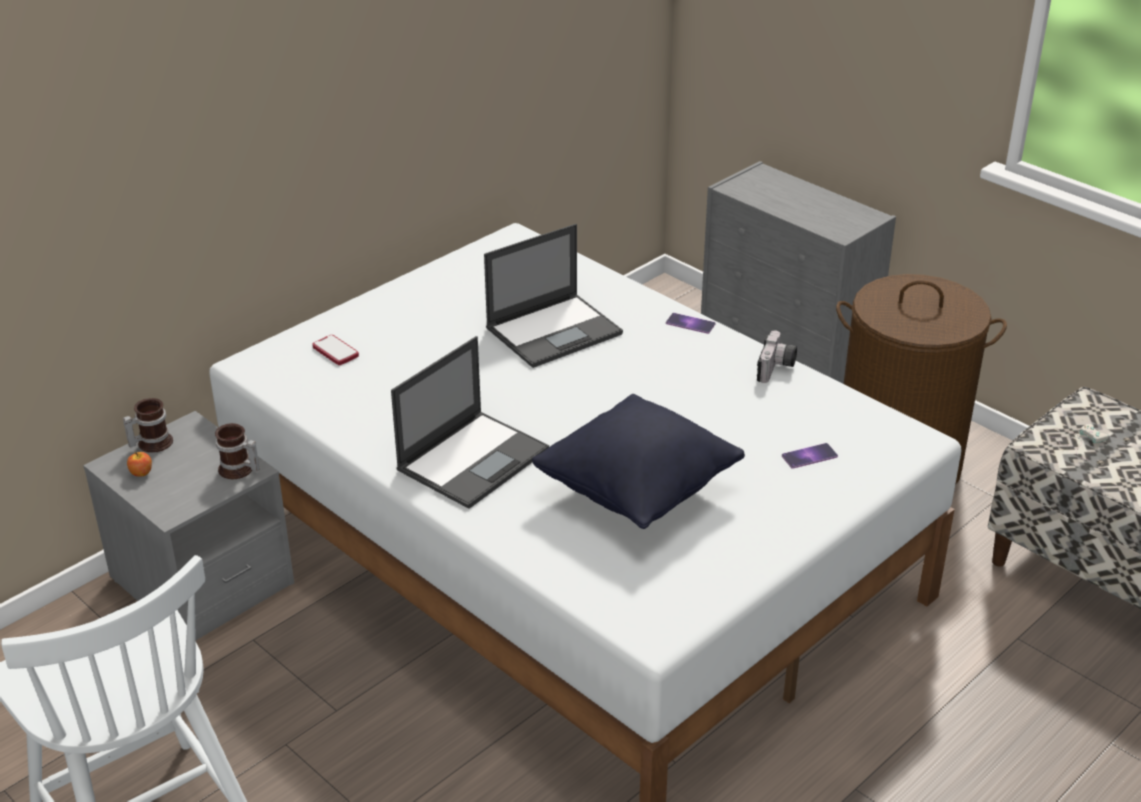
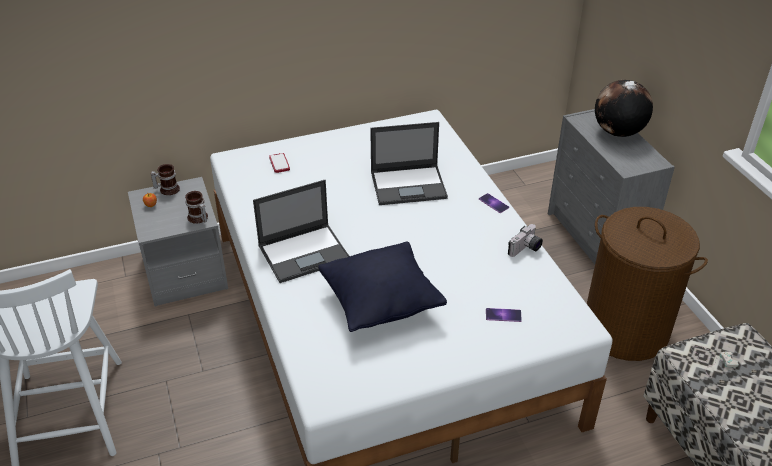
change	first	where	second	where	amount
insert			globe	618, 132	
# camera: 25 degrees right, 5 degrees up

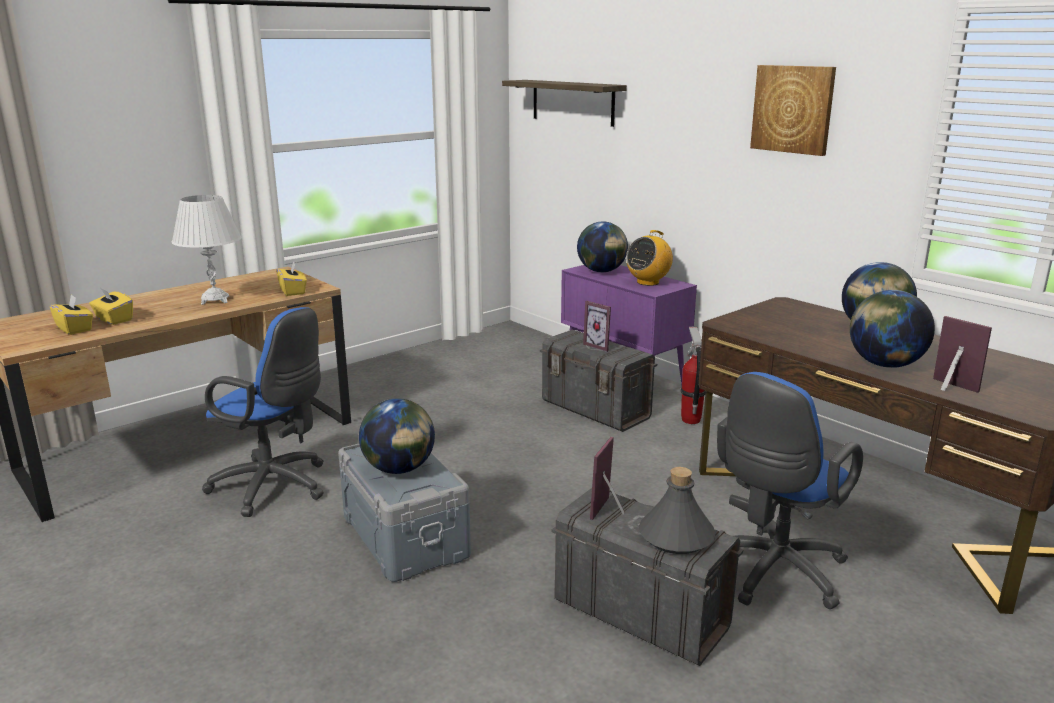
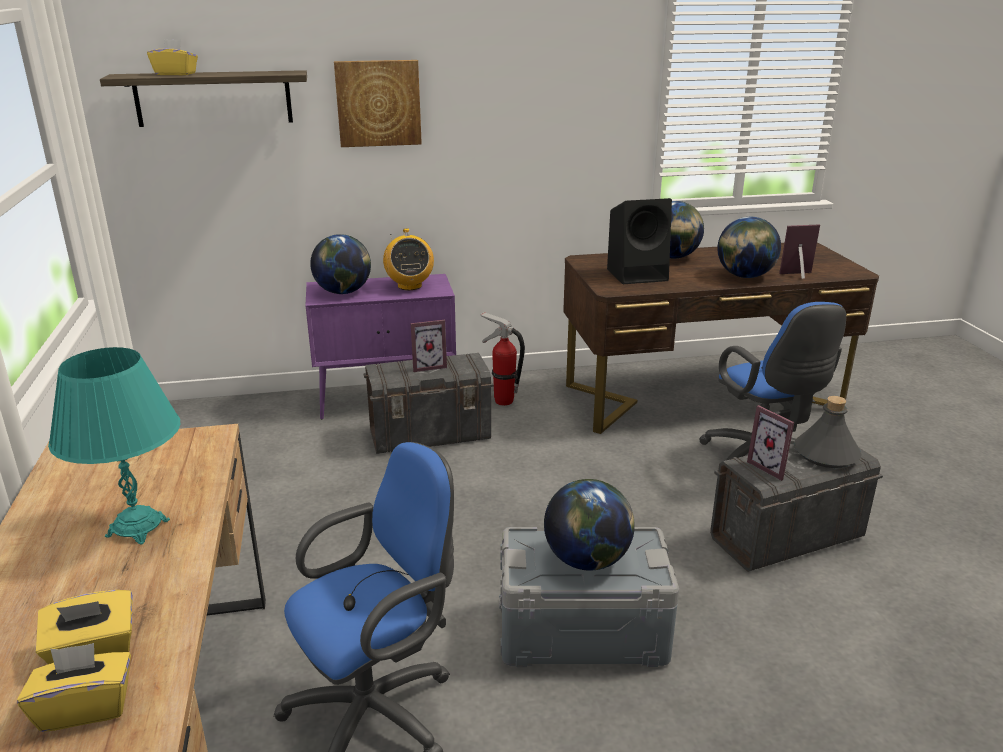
change	first	where	second	where	amount
recolor	table lamp in white	215, 300	table lamp in turquoise	138, 528	
move	tissue box in yellow	293, 291		176, 74	
move	picture	793, 109		378, 103	
insert			speaker in black	638, 274	
# camera: 60 degrees left, 5 degrees up

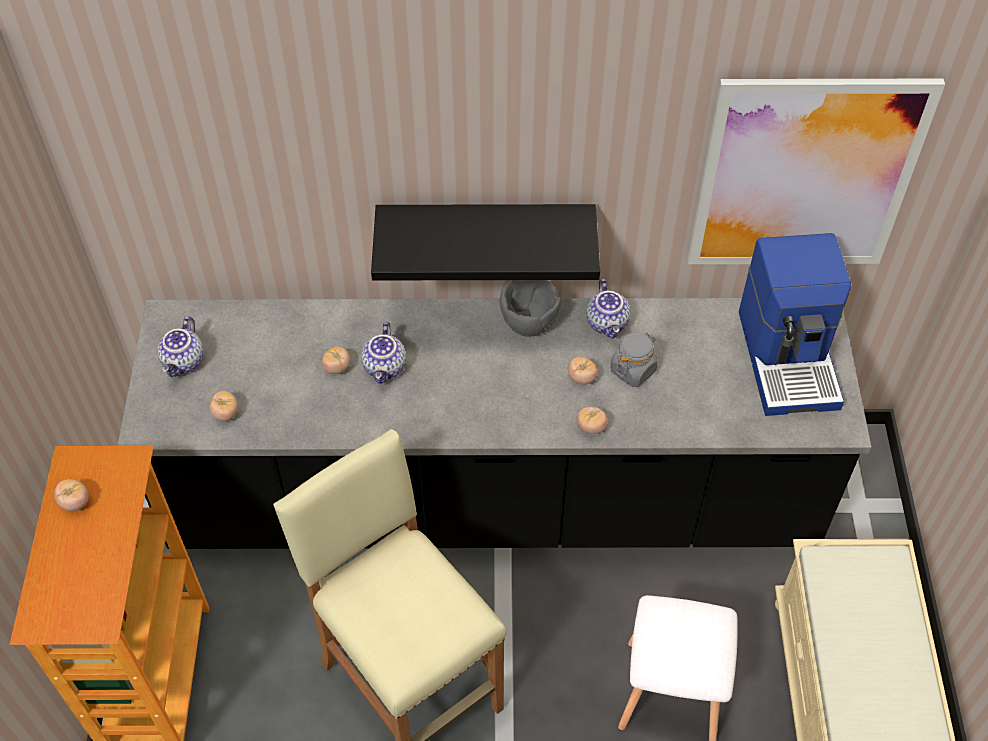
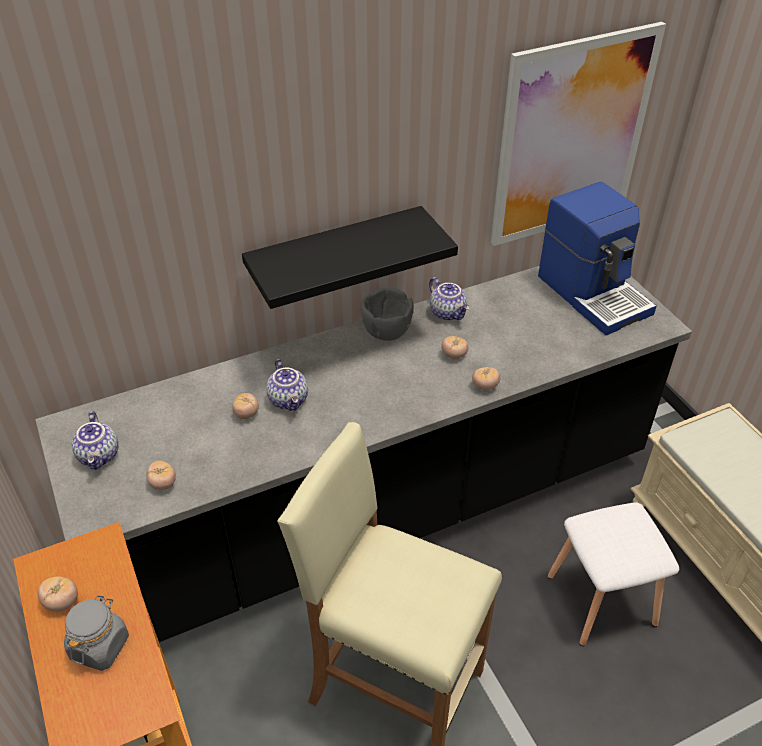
change	first	where	second	where	amount
move	jar in grey	633, 370		100, 646	
# camera: 25 degrees left, 10 degrees down

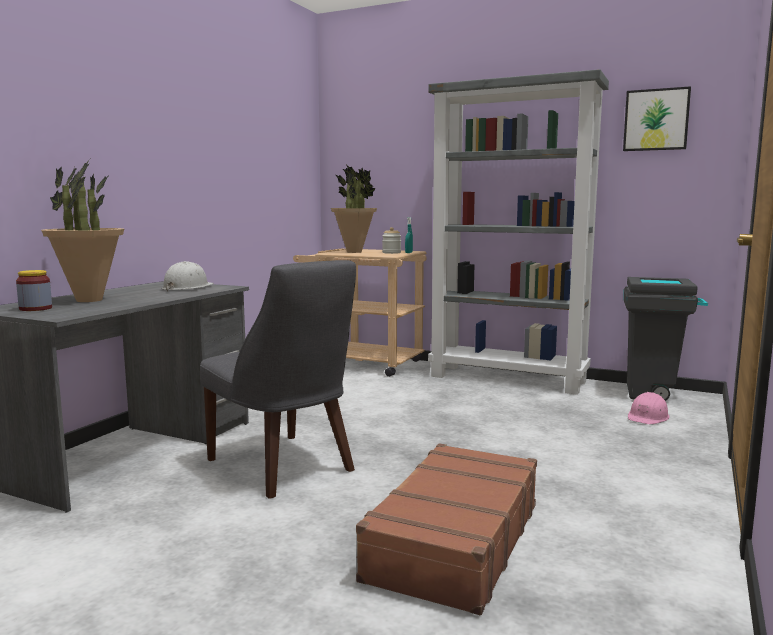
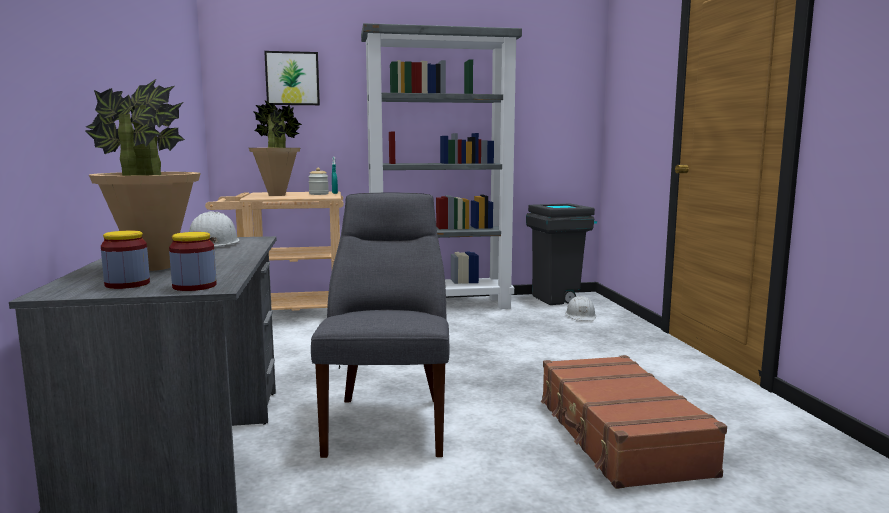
change	first	where	second	where	amount
rotate	chair in grey	284, 467		388, 422	105 degrees counterclockwise
move	picture	656, 120		292, 78	
recolor	hard hat in pink	648, 417	hard hat in white	581, 316	
insert			jar	194, 286	
# camera: 35 degrees left, 0 degrees up

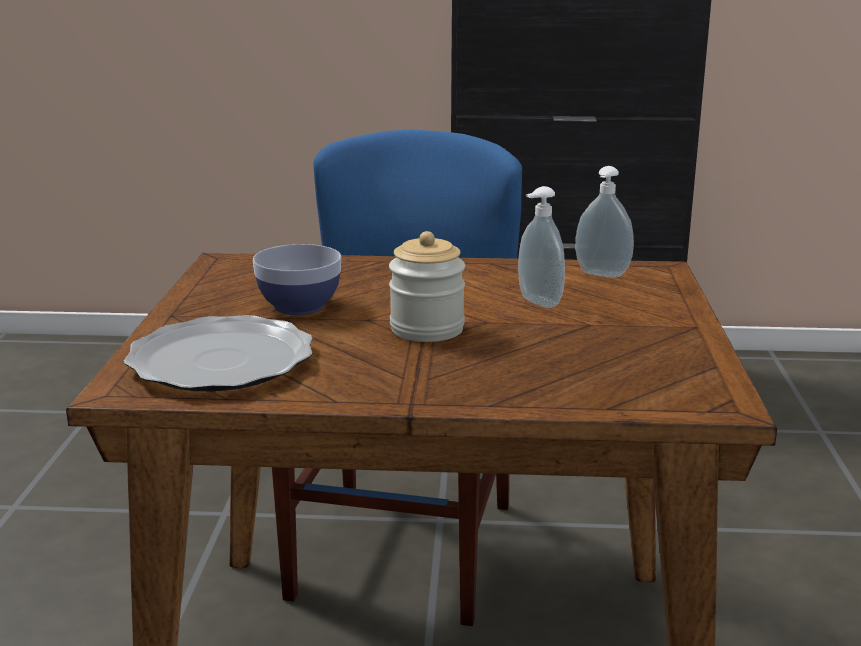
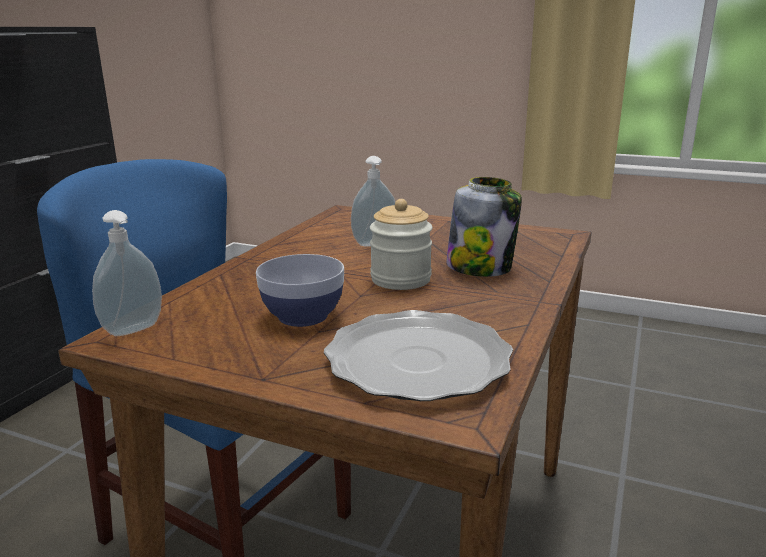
change	first	where	second	where	amount
move	soap dispenser	601, 275		135, 330	
insert			jar	480, 267	
# camera: 70 degrees left, 0 degrees up

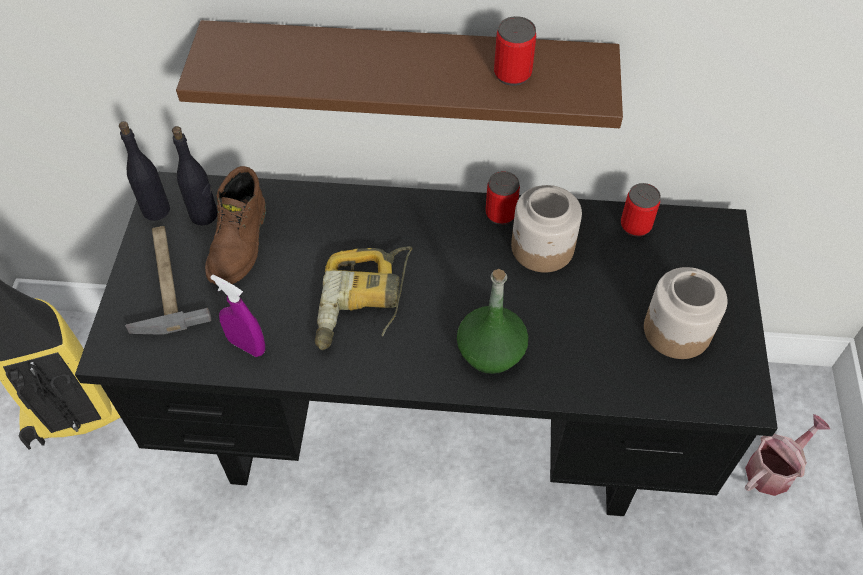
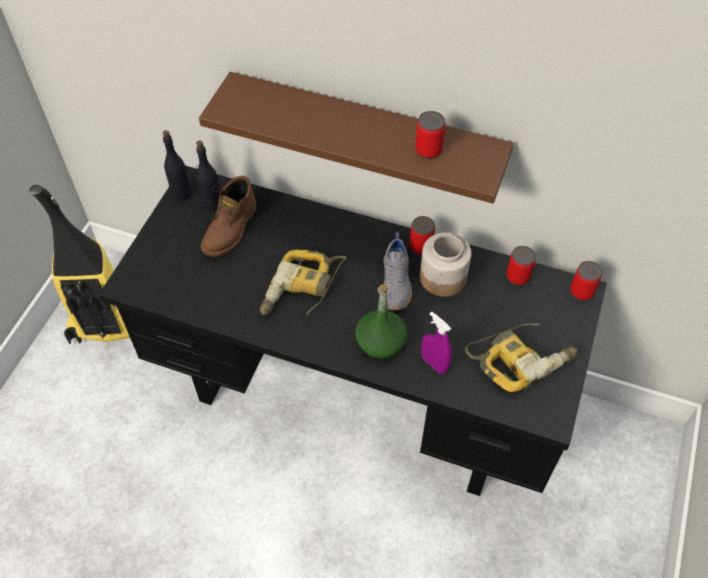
change	first	where	second	where	amount
delete	hammer	164, 281			
move	spray bottle in purple	247, 346		434, 364	
replace	jar	676, 330	power drill	520, 358	
delete	watering can	774, 469			
insert			shoe in grey	396, 283	
insert			can	581, 291	
# camera: 15 degrees right, 0 degrees up

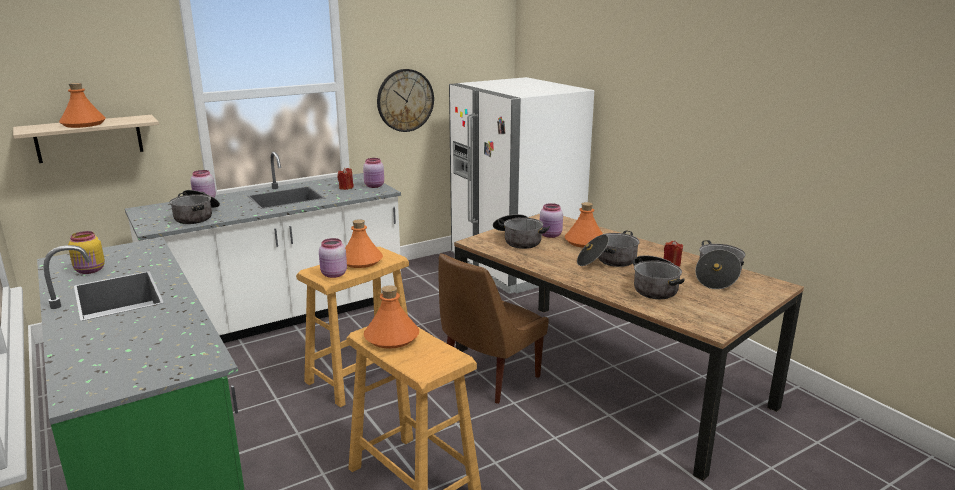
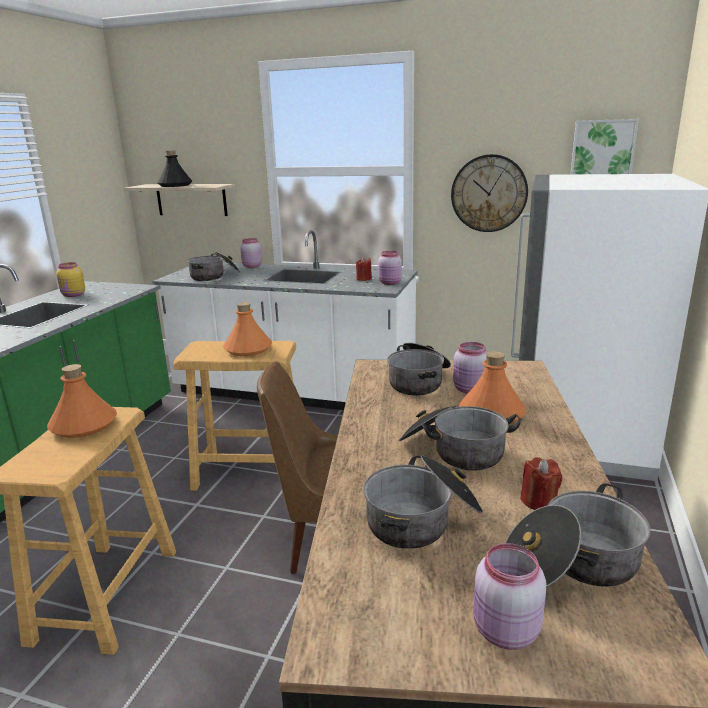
change	first	where	second	where	amount
recolor	bottle in orange	83, 124	bottle in black	175, 185	
move	jar in pink	333, 275		504, 632	
insert			picture	602, 150	
# camera: 50 degrees right, 0 degrees up

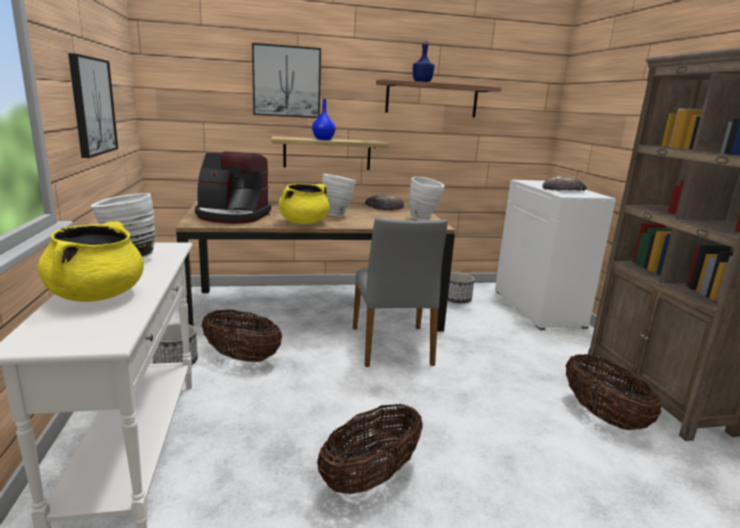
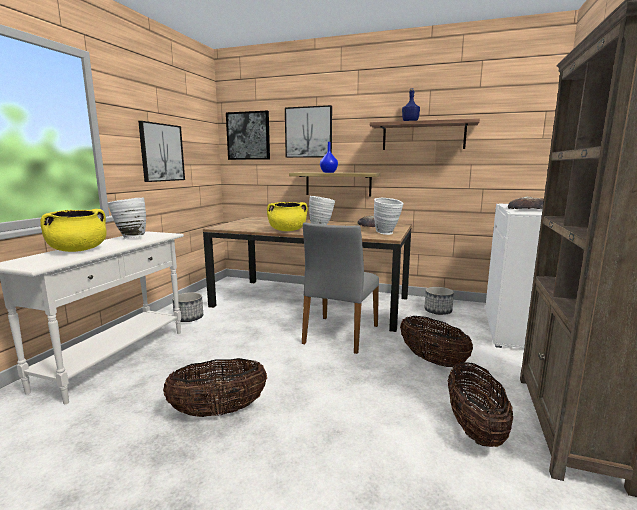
change	first	where	second	where	amount
delete	coffee machine	232, 216			
move	basket	242, 357		432, 360	
insert			picture	248, 136	
# camera: 30 degrees right, 5 degrees down

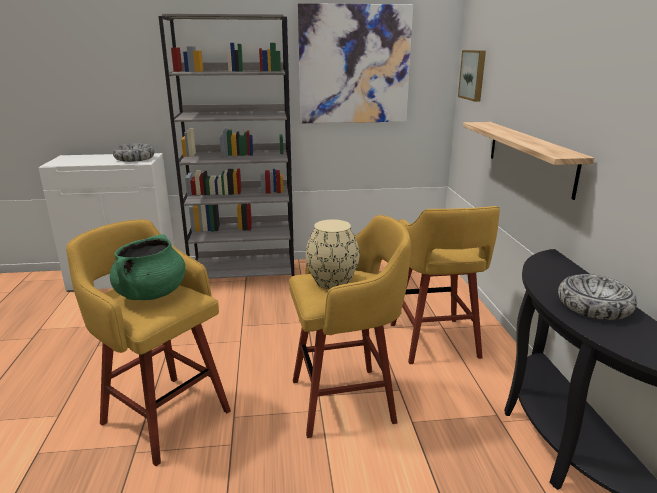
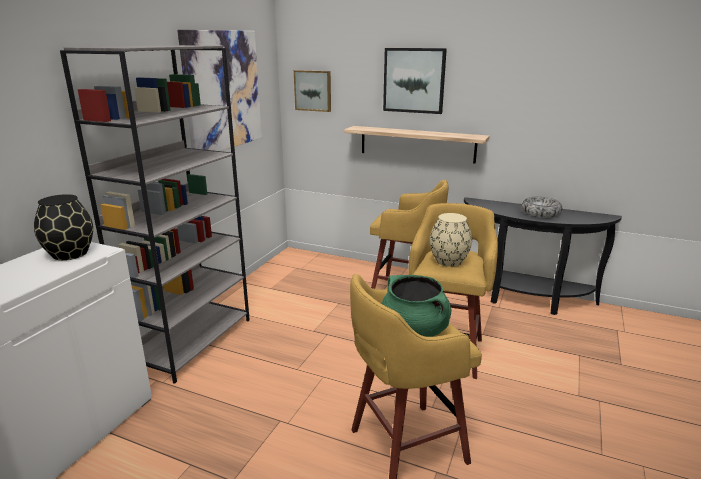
change	first	where	second	where	amount
replace	bowl	135, 158	vase in black	71, 253	
insert			picture	414, 80	
# camera: 60 degrees left, 0 degrees up

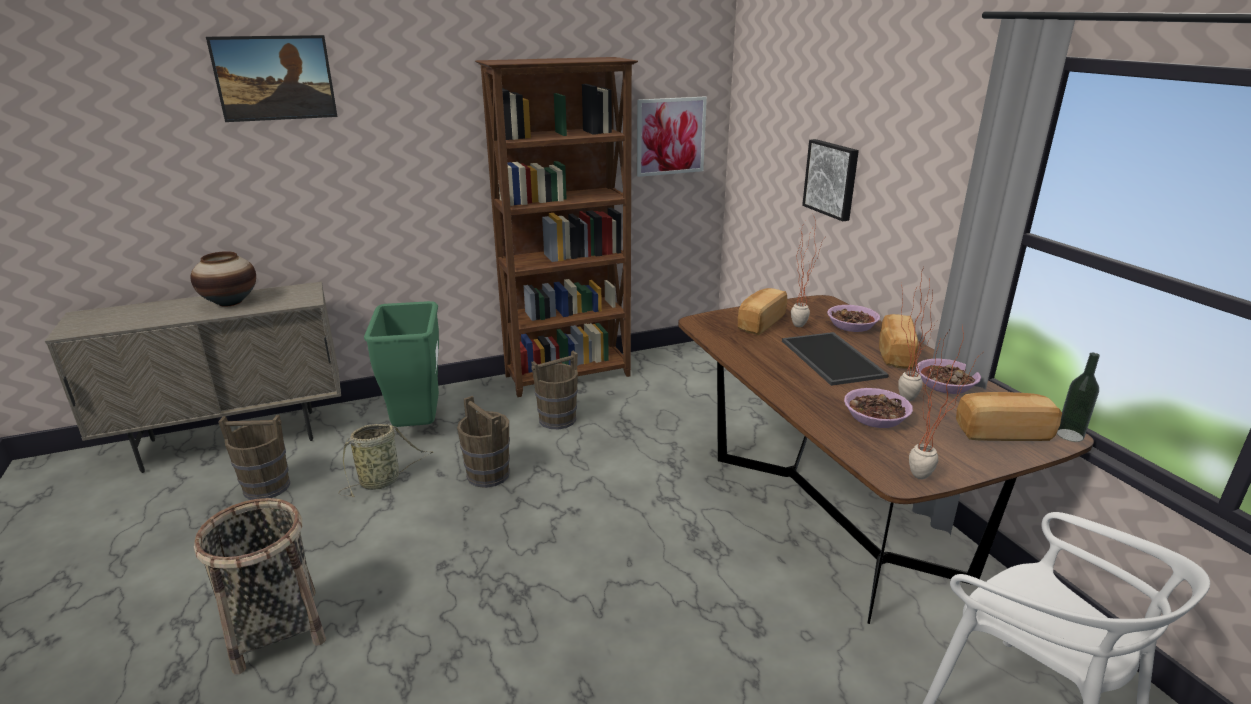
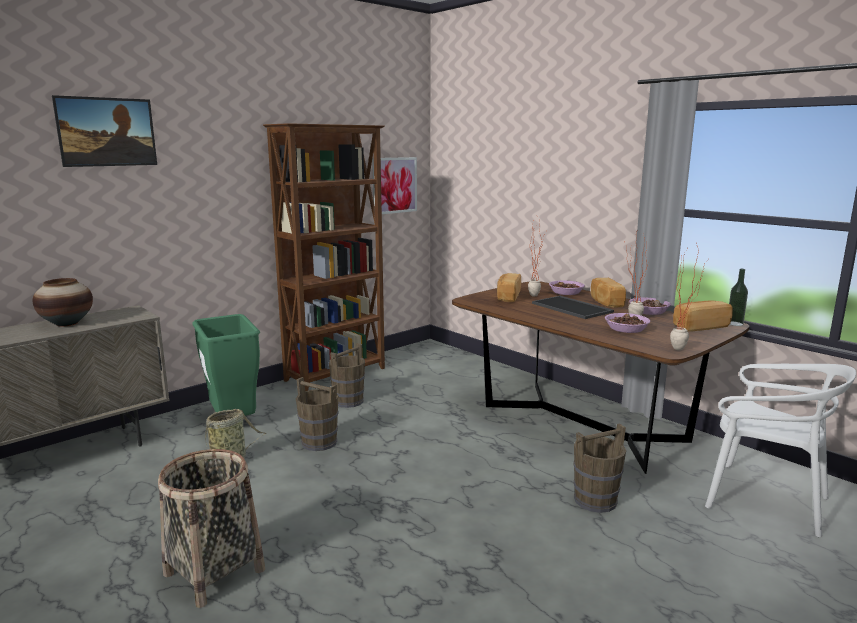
change	first	where	second	where	amount
move	bucket in brown	266, 487		595, 500	
delete	picture	832, 179			
# camera: 20 degrees left, 10 degrees down

